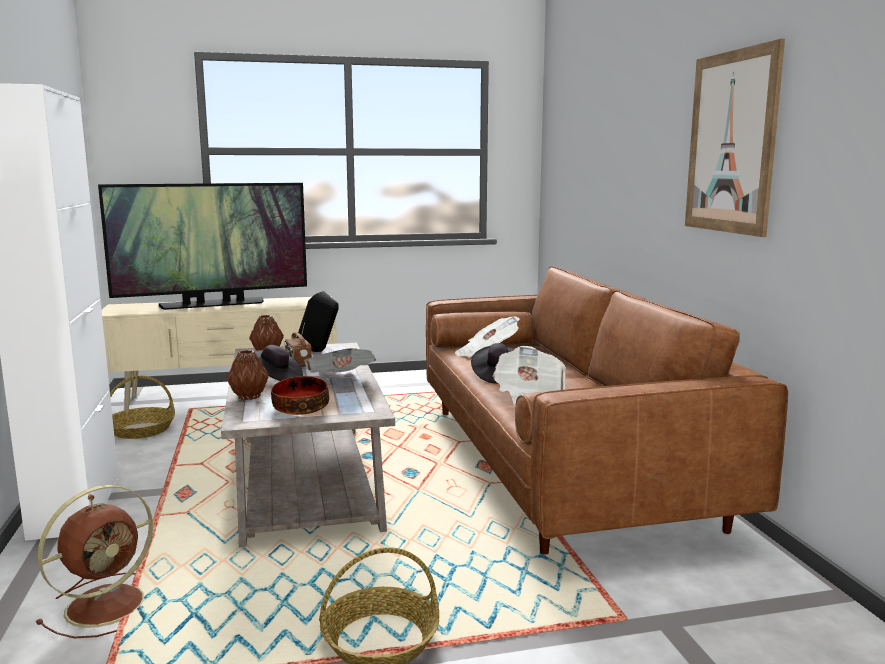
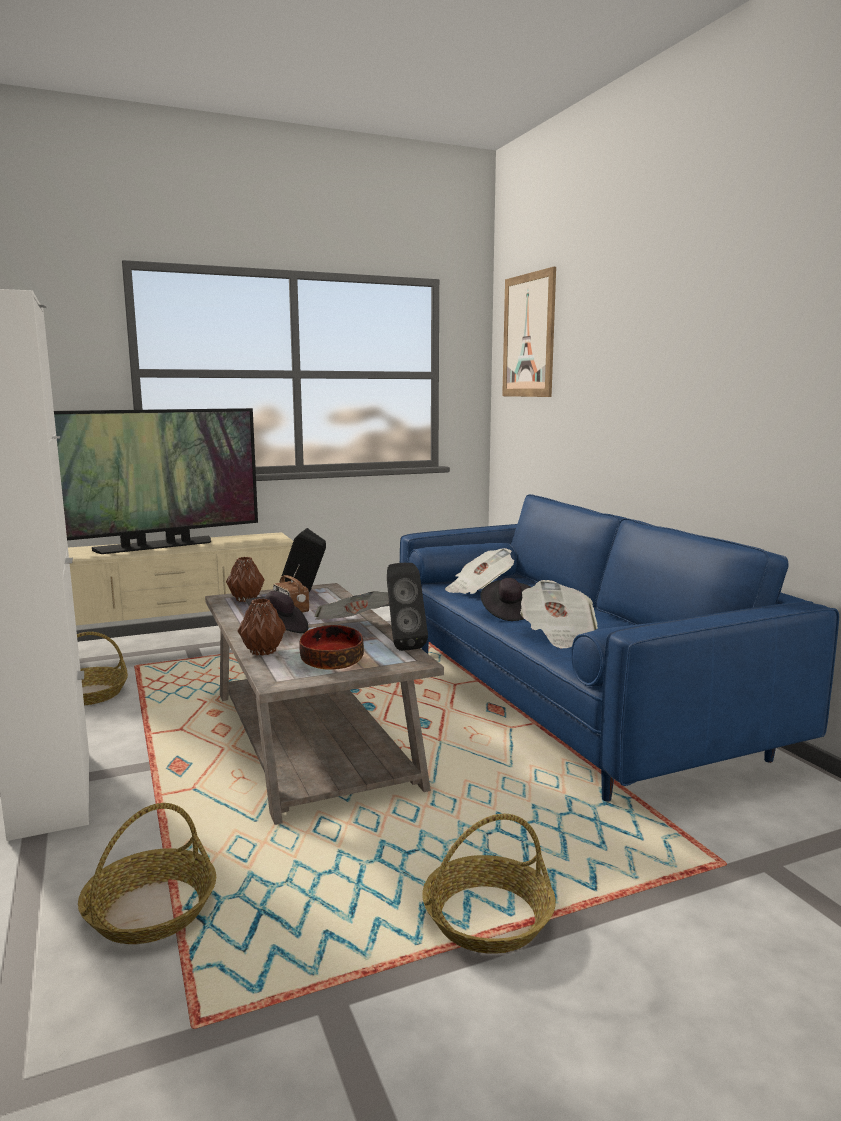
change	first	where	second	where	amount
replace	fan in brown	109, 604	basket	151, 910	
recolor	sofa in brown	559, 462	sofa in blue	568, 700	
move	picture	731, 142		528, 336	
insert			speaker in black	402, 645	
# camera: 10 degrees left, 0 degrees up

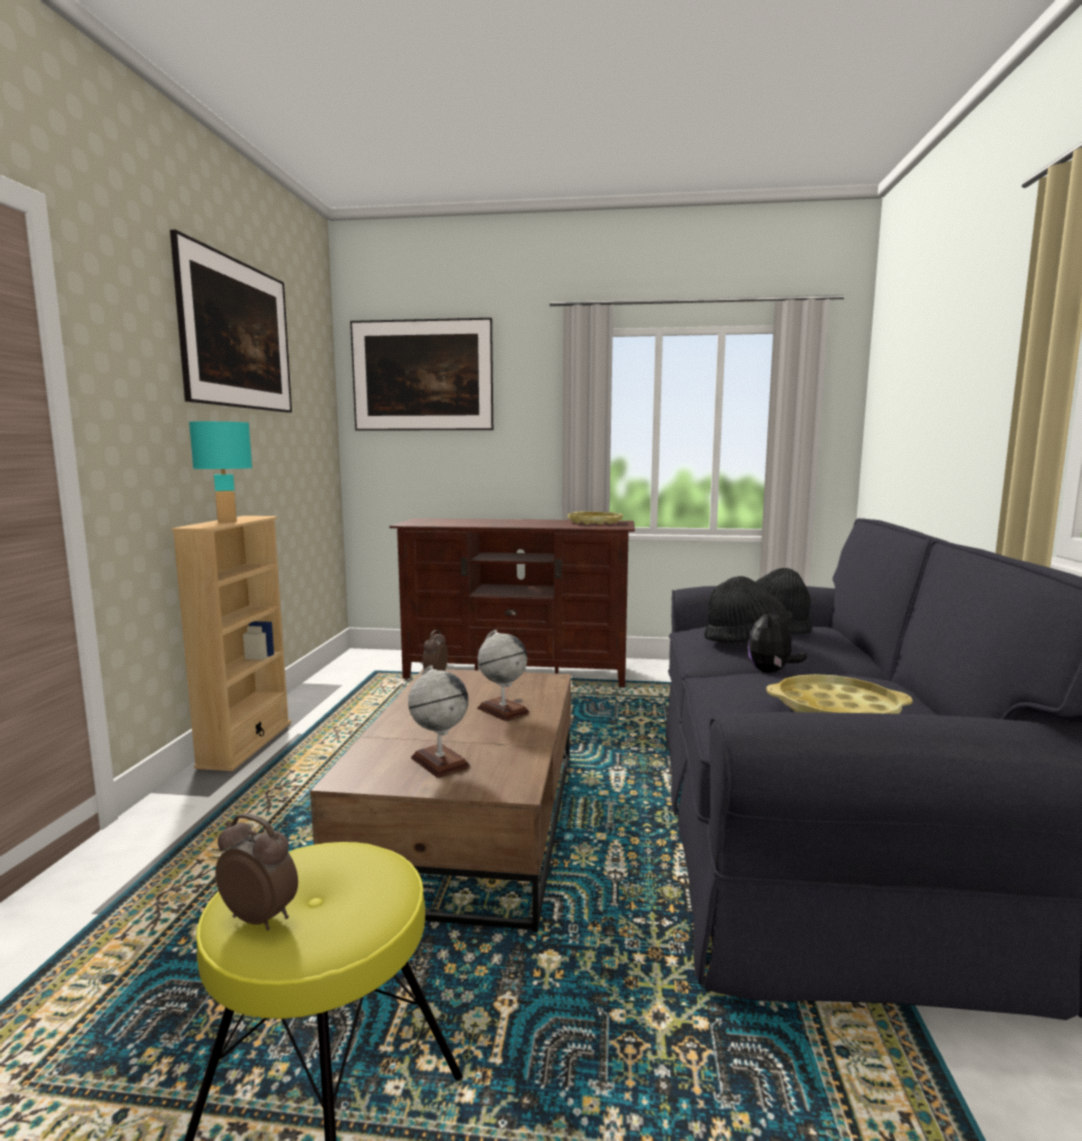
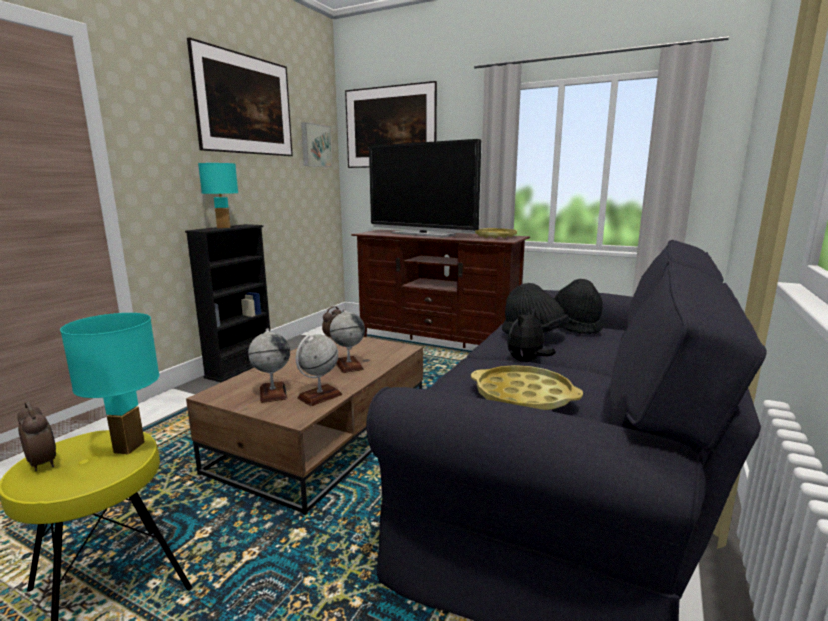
change	first	where	second	where	amount
recolor	bookcase in beige	245, 744	bookcase in black	240, 367	
insert			table lamp in turquoise	129, 448	
insert			globe	319, 396	
insert			picture	315, 145	
insert			television	423, 234	
# camera: 20 degrees right, 5 degrees up

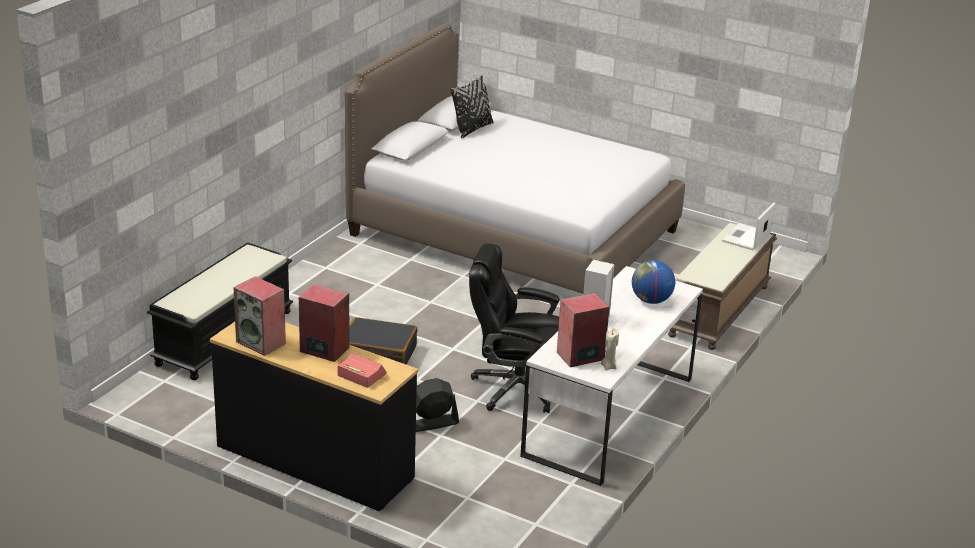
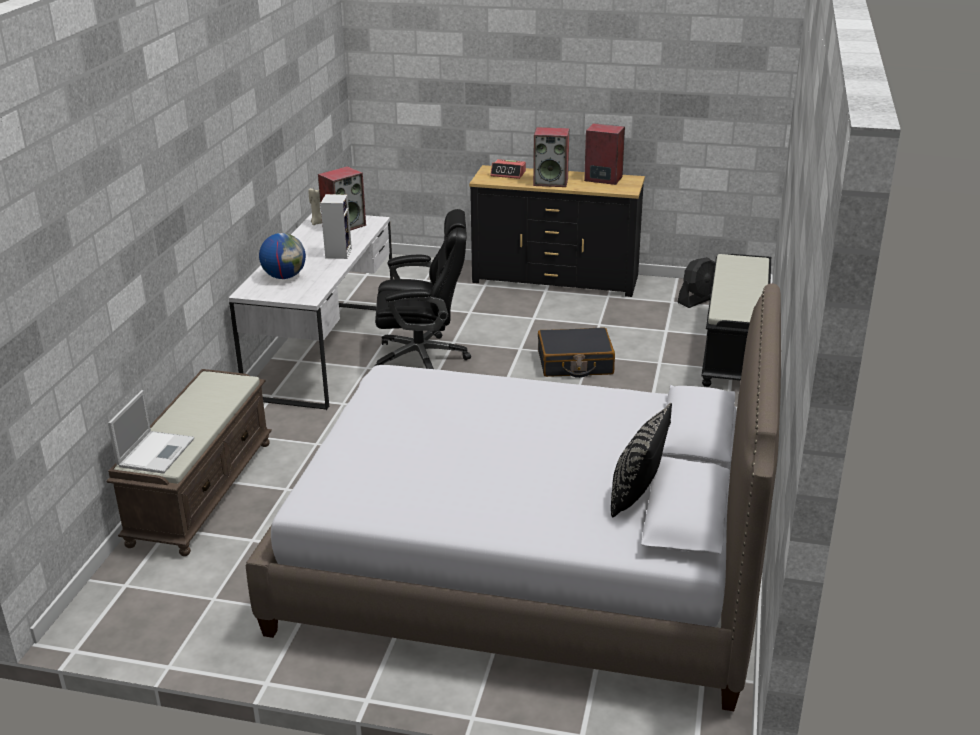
change	first	where	second	where	amount
move	fan in black	432, 423		698, 299	
# camera: 165 degrees right, 0 degrees up

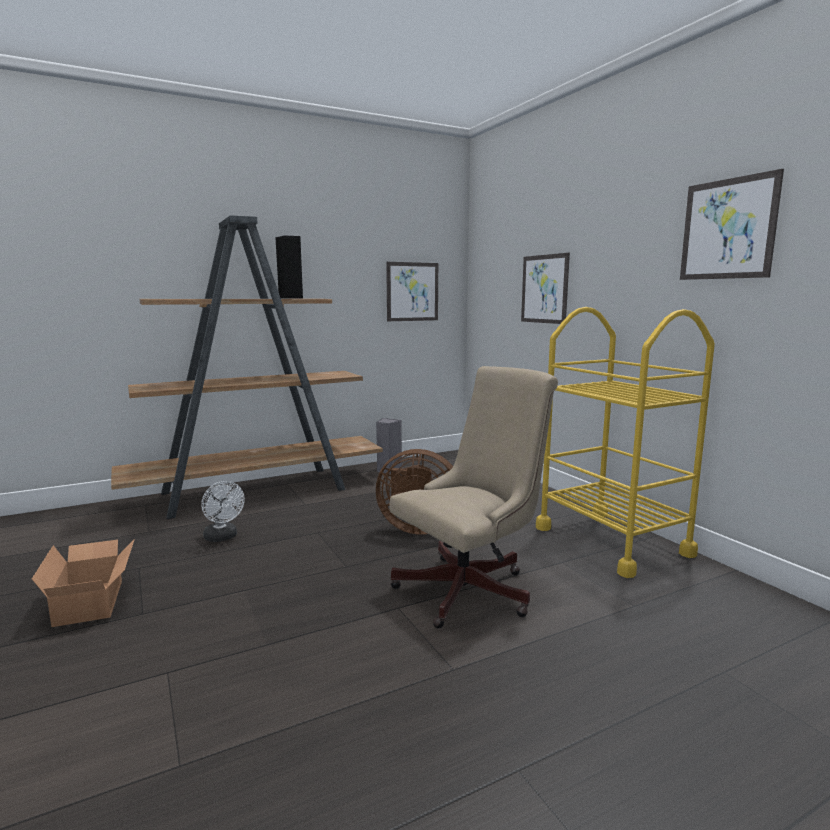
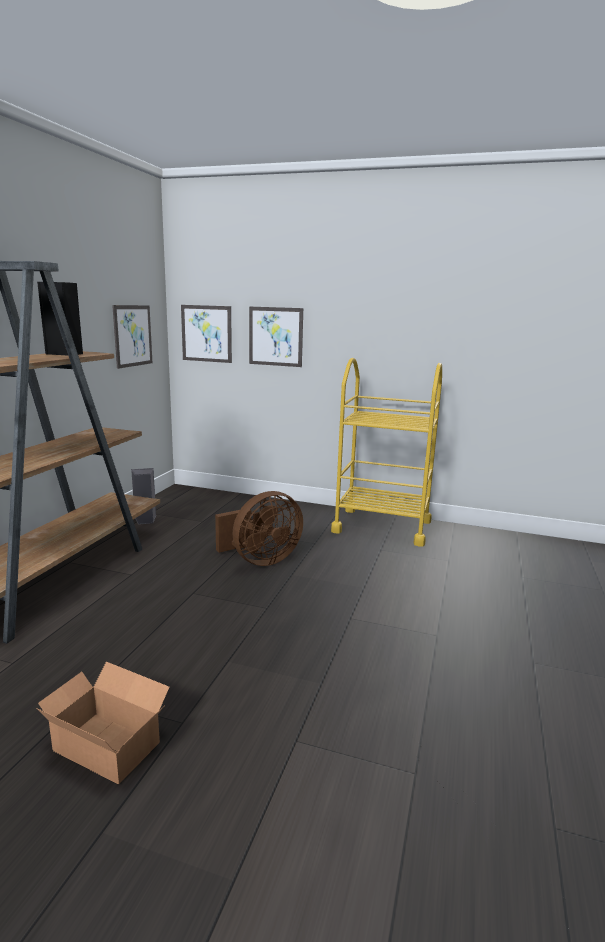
change	first	where	second	where	amount
delete	fan in white	223, 537			
delete	office chair in beige	472, 589			
move	picture	727, 229		206, 333	
# camera: 45 degrees left, 5 degrees up

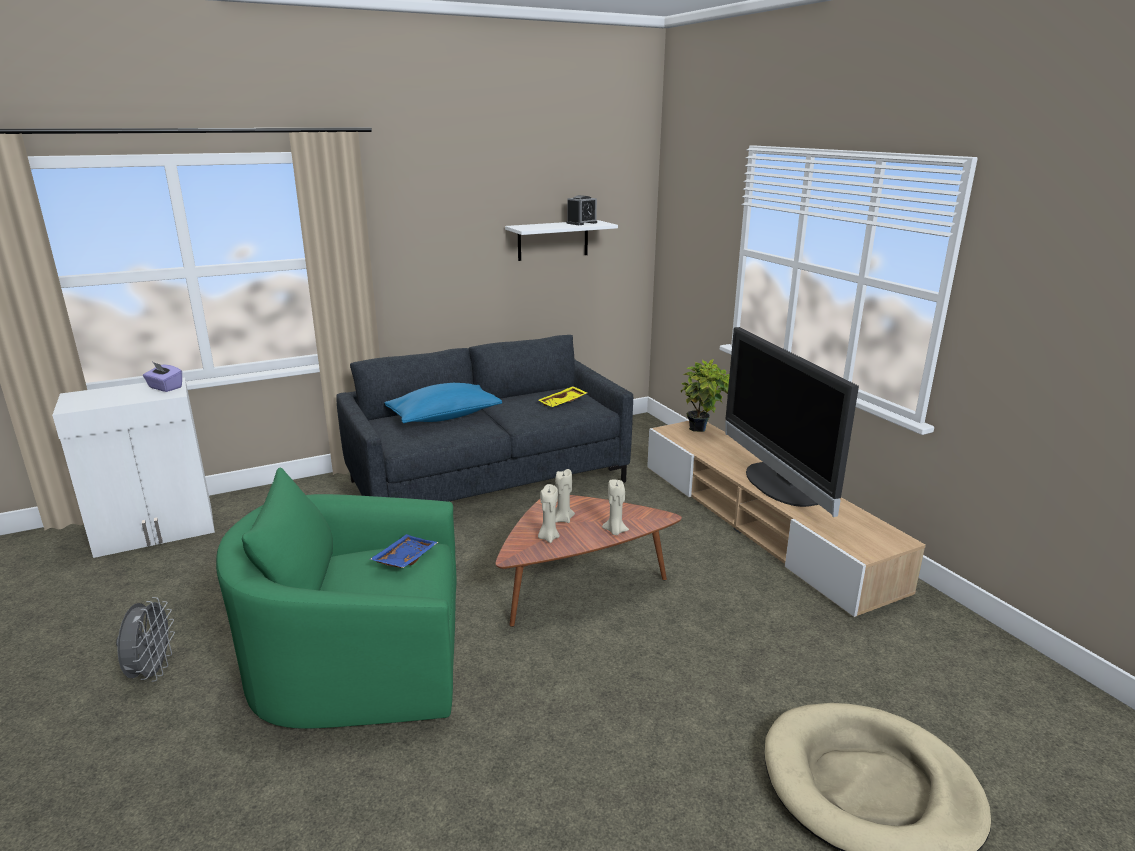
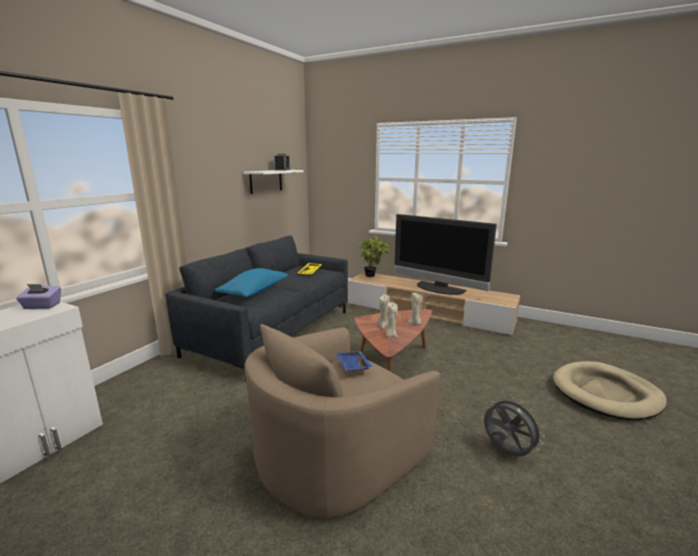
change	first	where	second	where	amount
move	fan in grey	152, 672		506, 452	
recolor	armchair in green	360, 663	armchair in beige	335, 453	
# camera: 35 degrees left, 5 degrees down

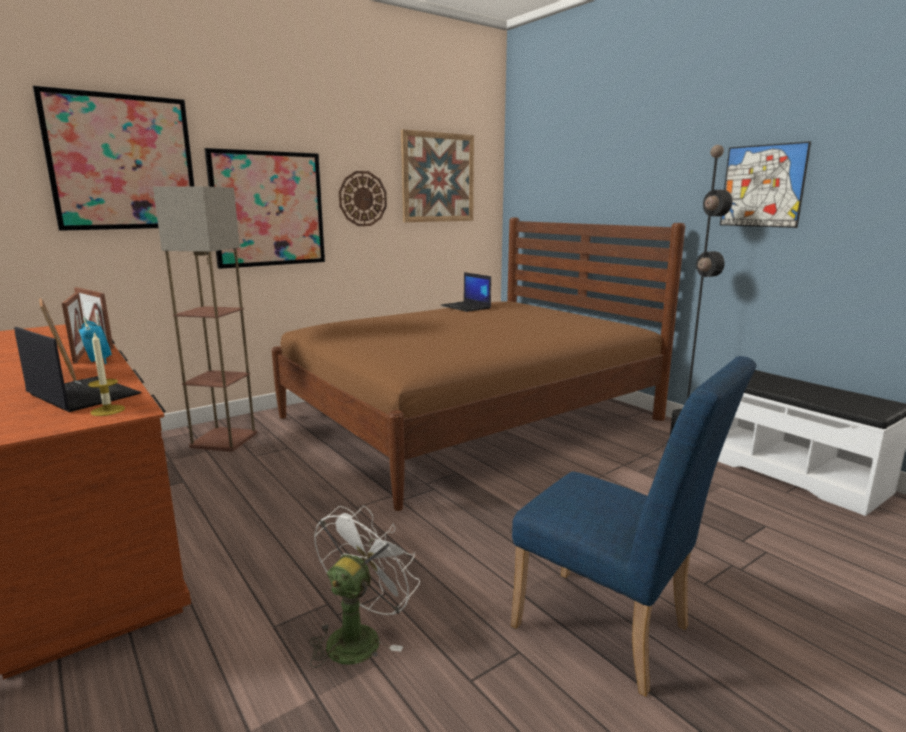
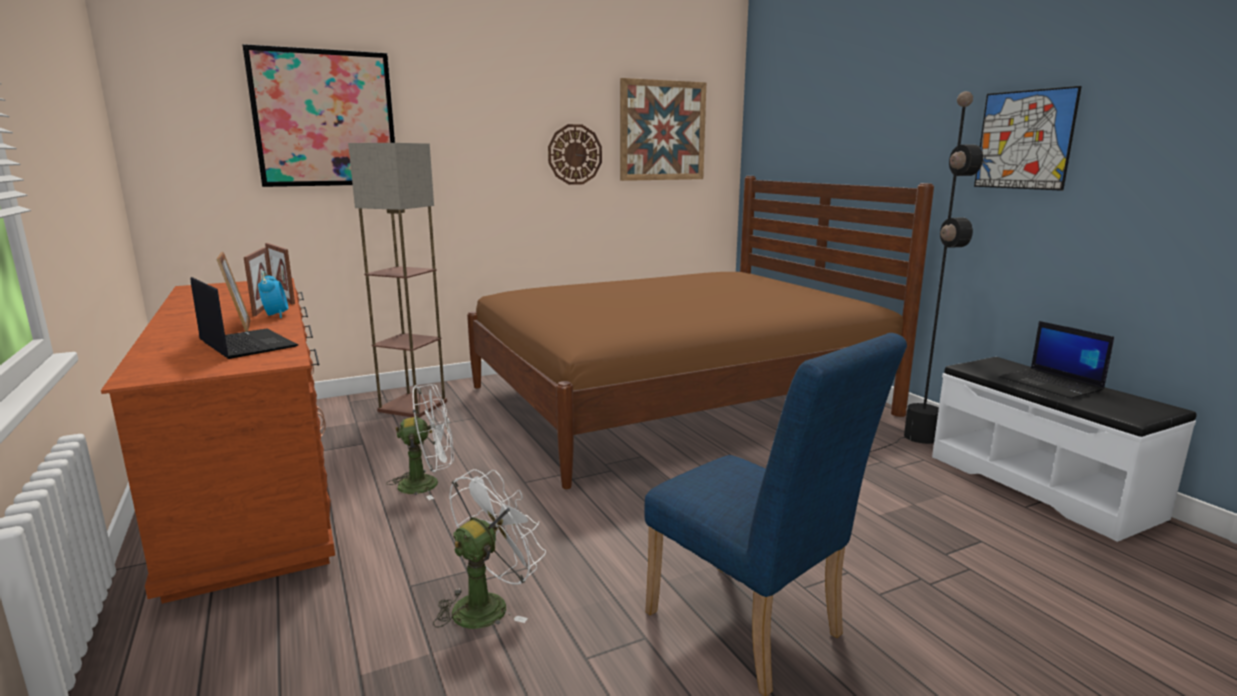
change	first	where	second	where	amount
delete	candle	107, 410			
delete	picture	268, 209			
move	laptop	466, 307		1052, 384	
insert			fan in white	428, 484	
# camera: 10 degrees right, 0 degrees up

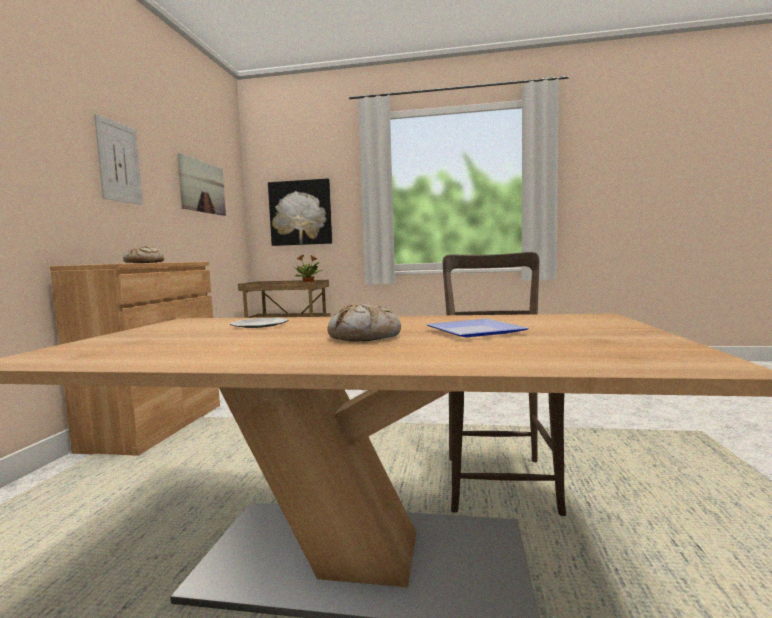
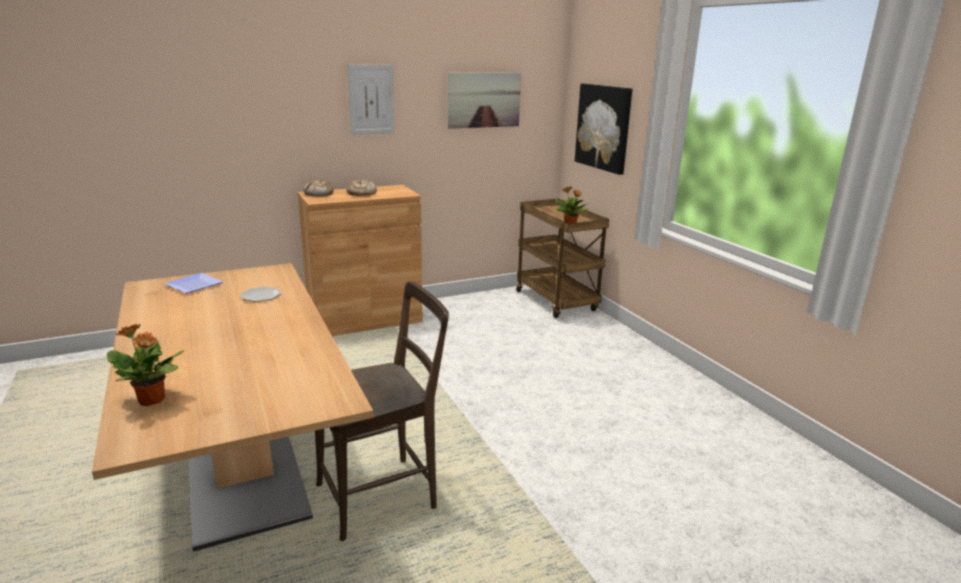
change	first	where	second	where	amount
move	bread	365, 337		319, 194	
move	plate	471, 332		194, 284	
insert			potted plant	152, 400	
# camera: 55 degrees right, 15 degrees up

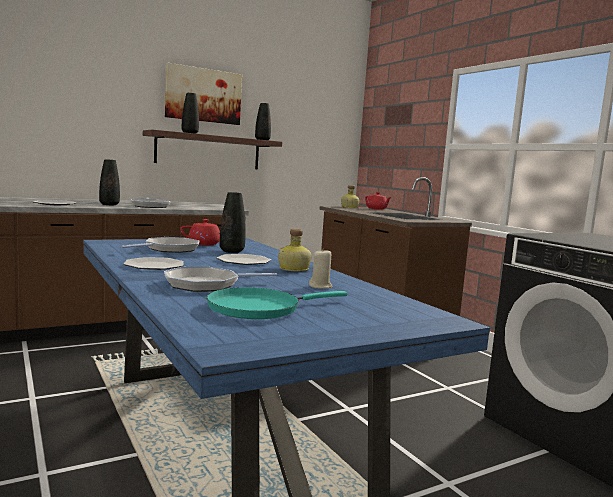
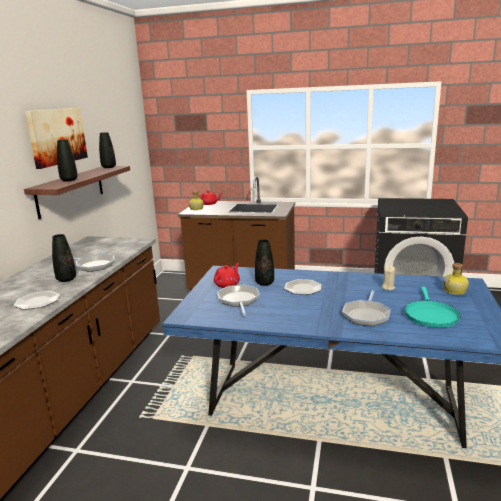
change	first	where	second	where	amount
delete	plate	154, 265			
move	bottle	293, 269		455, 291	
# camera: 45 degrees left, 10 degrees up

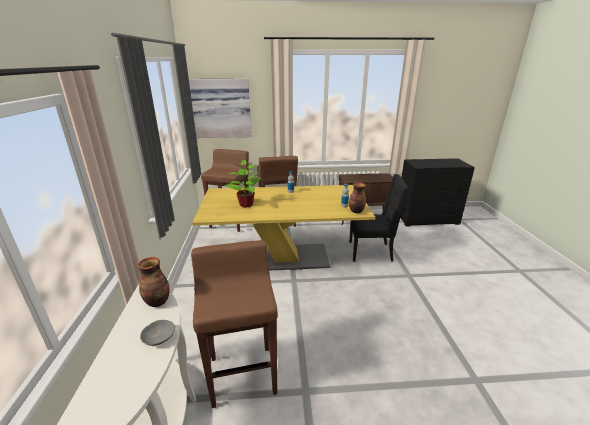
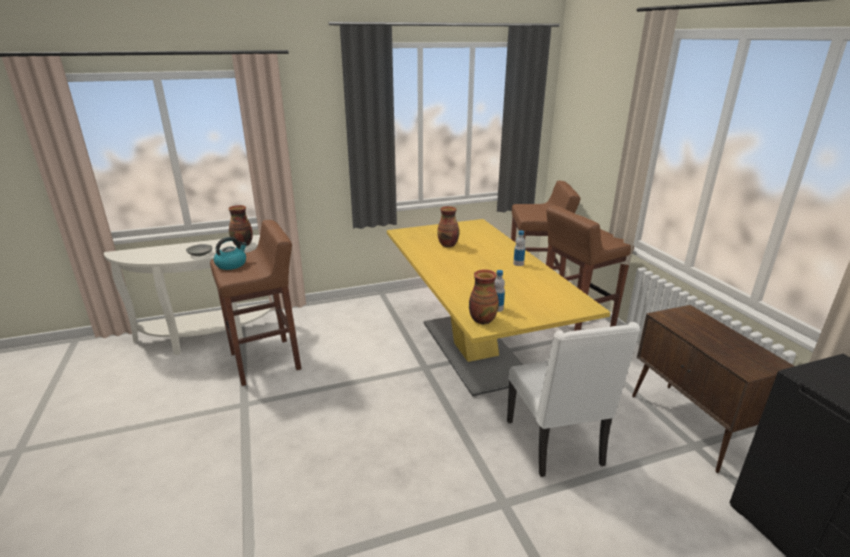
change	first	where	second	where	amount
delete	picture	221, 108			
replace	potted plant	246, 205	vase	448, 245	
recolor	chair in black	371, 252	chair in white	556, 444	
insert			kettle	231, 264	
# camera: 75 degrees right, 0 degrees up

